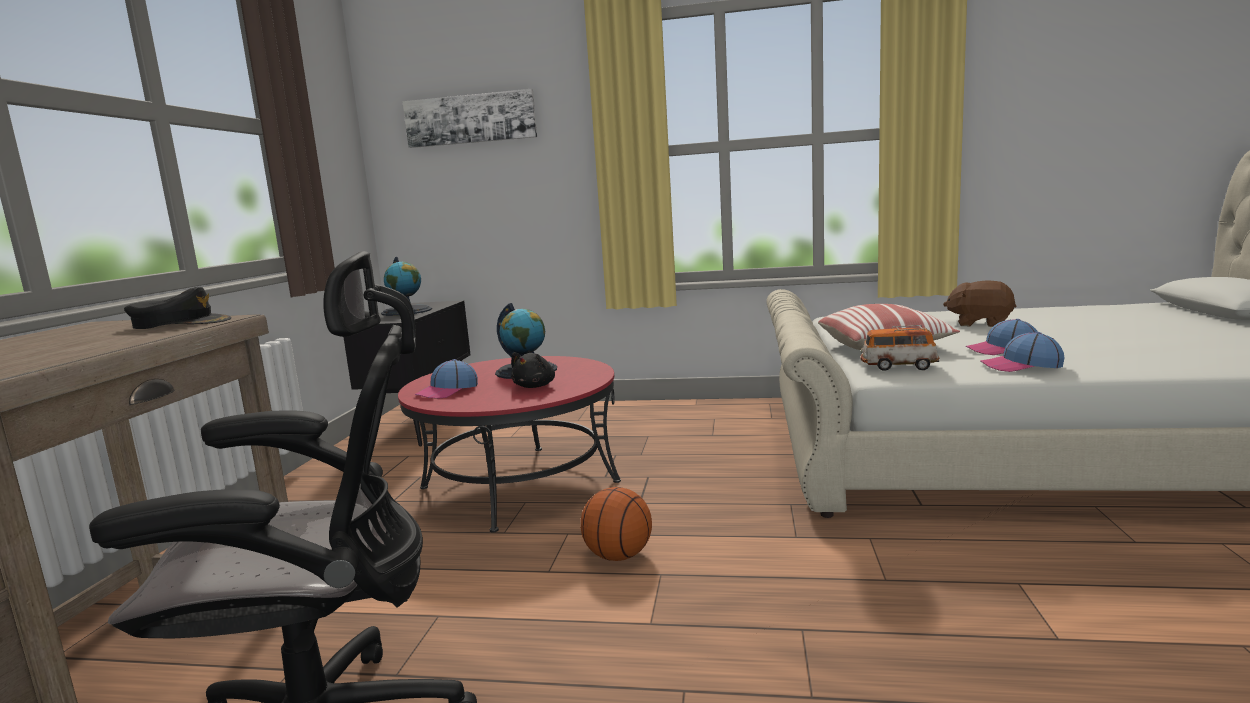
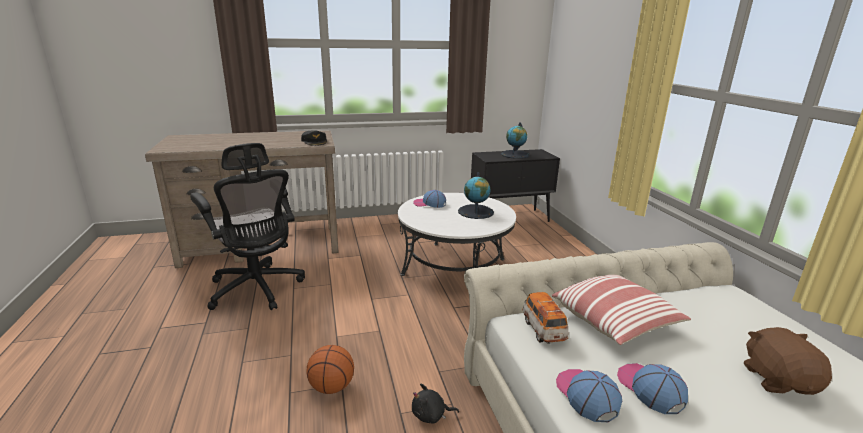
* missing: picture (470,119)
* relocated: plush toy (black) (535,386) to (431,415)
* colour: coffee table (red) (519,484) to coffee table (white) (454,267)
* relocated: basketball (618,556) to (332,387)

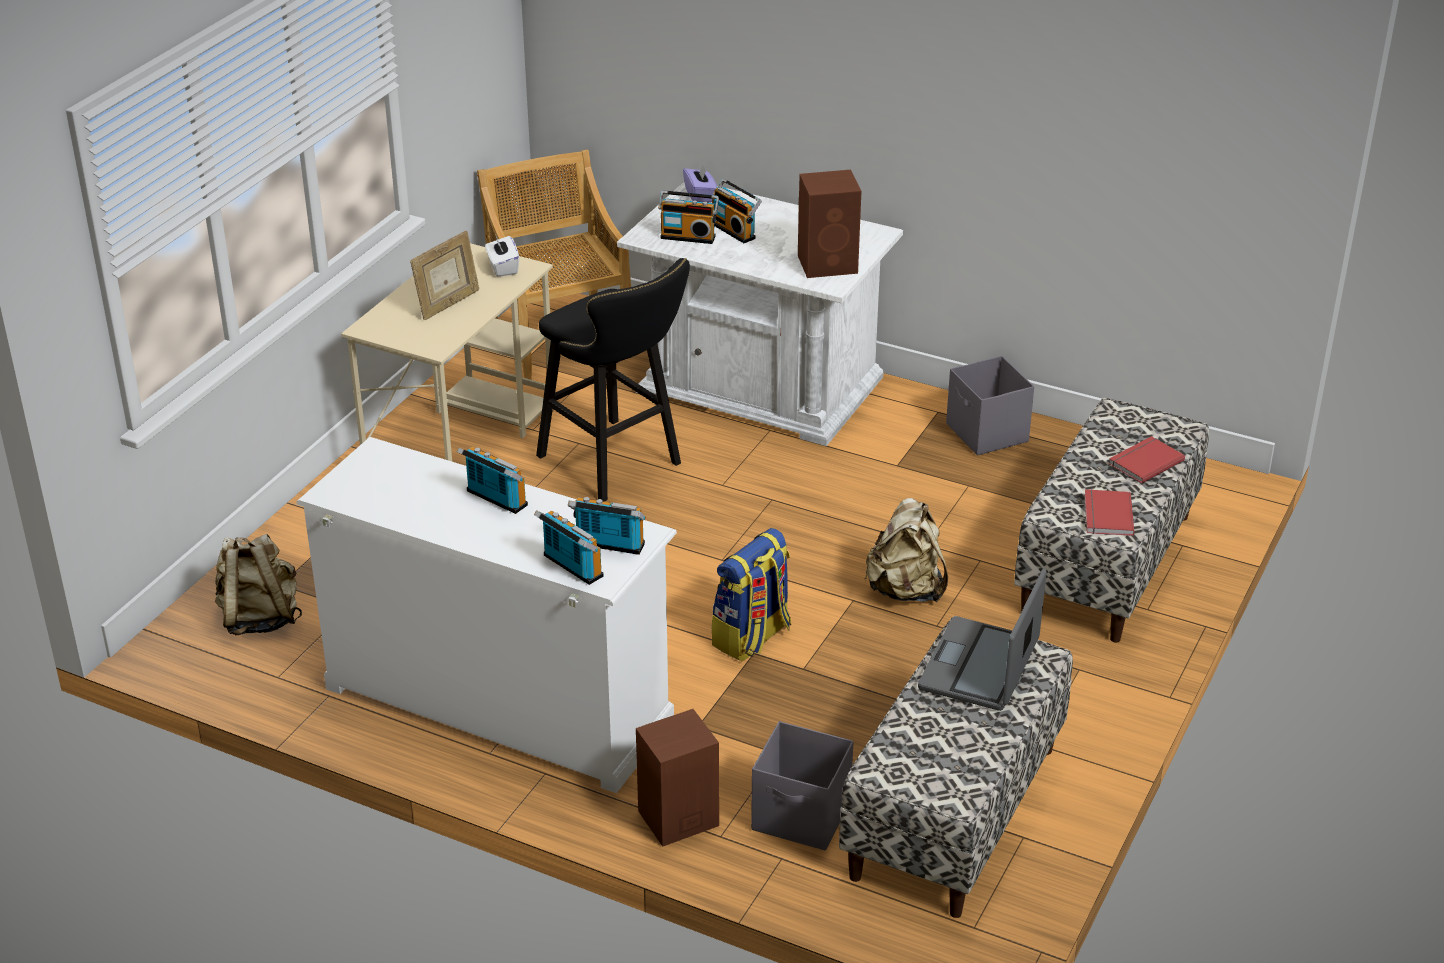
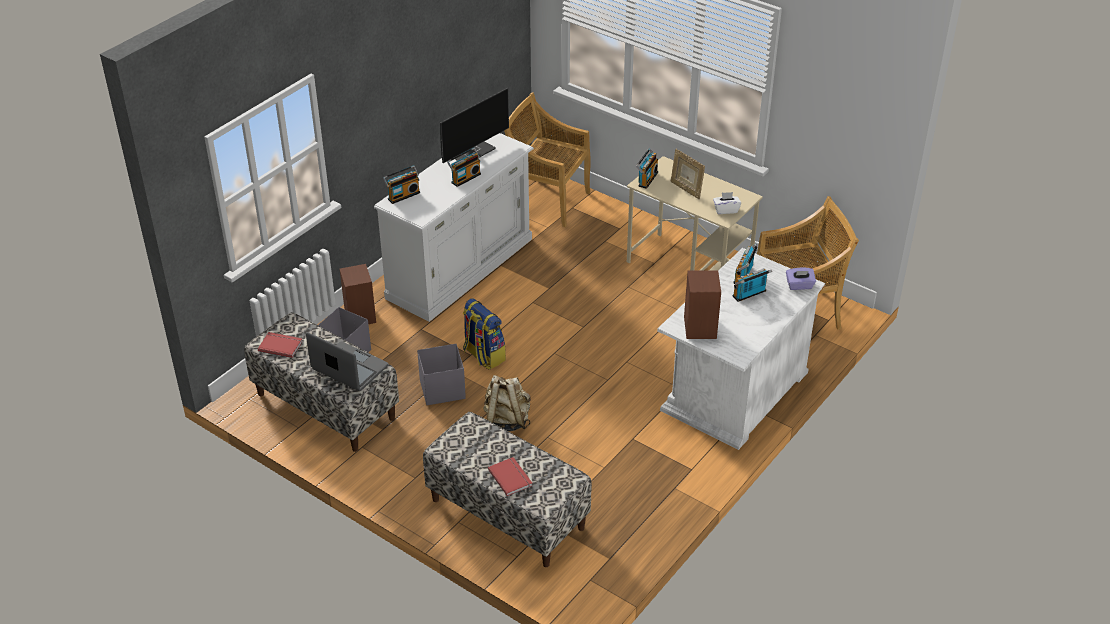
* missing: stool (black) (618,467)
* relocated: storage box (grey) (987,434) to (441,389)
* relocated: book (red) (1106,515) to (280,345)
* relocated: radio (608,546) to (646,179)
* exchanged: backpack (beige) (259,618) to chair (beige) (547,201)
* appeared: monitor (472,152)

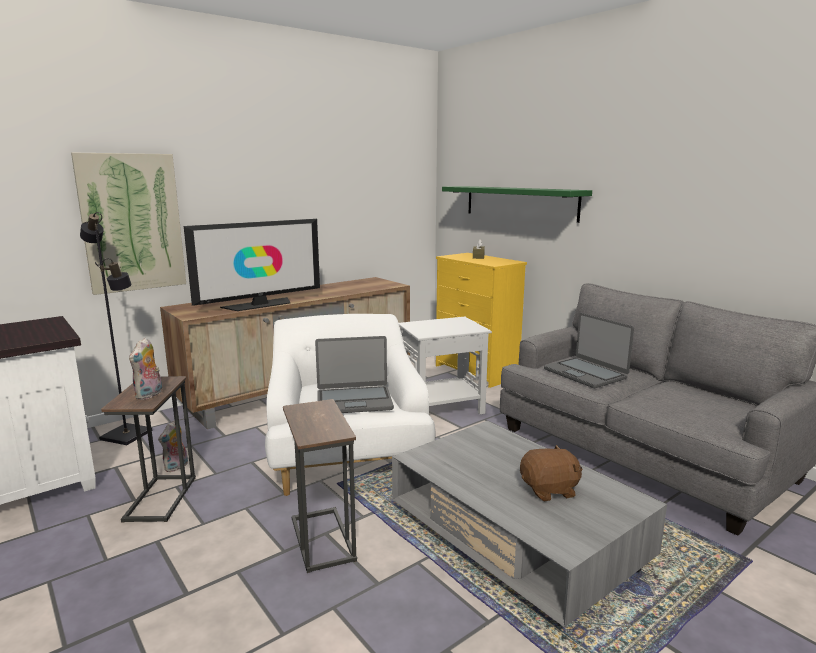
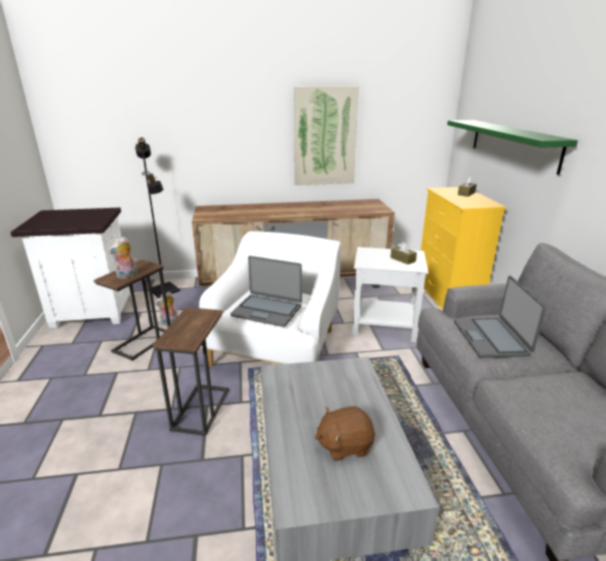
* relocated: picture (132,223) to (325,137)
* missing: television (260,305)
* spun: plush toy (brown) (549,490) = (344,445) 150 degrees clockwise
* appeared: tissue box (brown) (402,259)

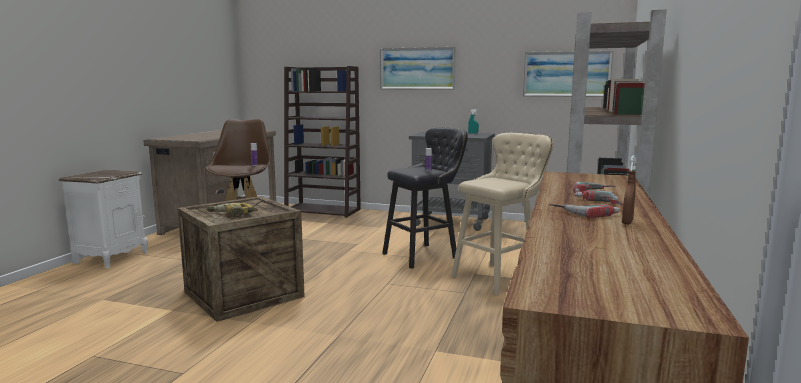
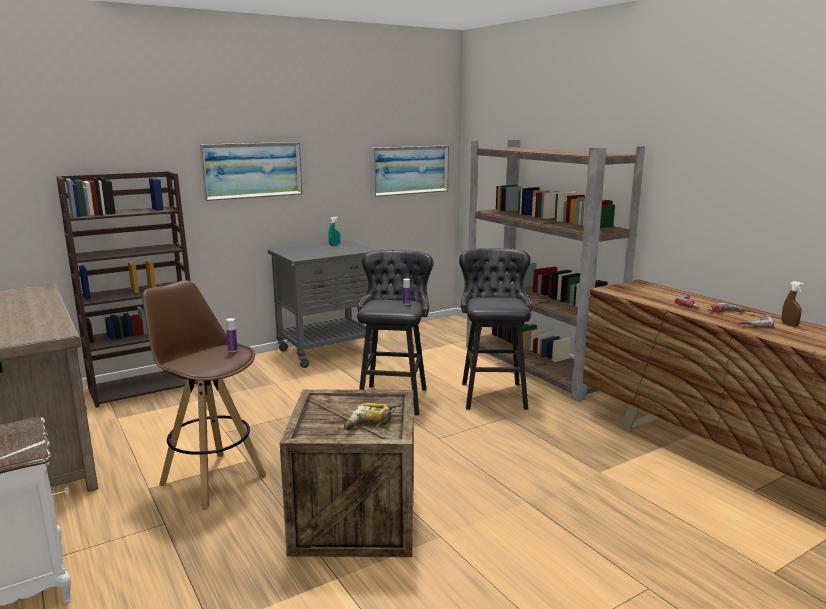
* colour: stool (beige) (501,276) to stool (black) (492,391)

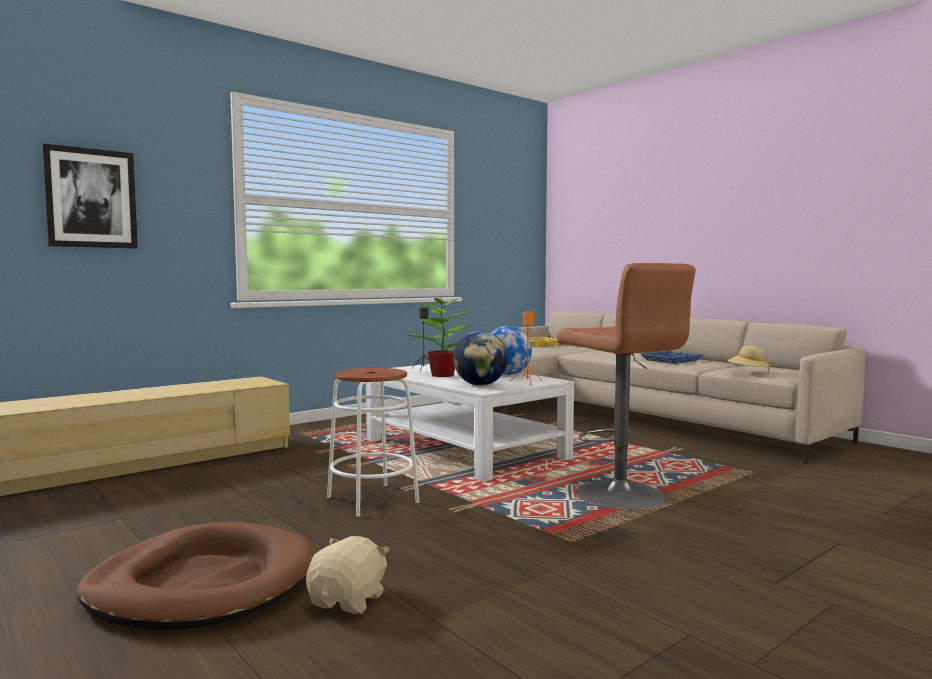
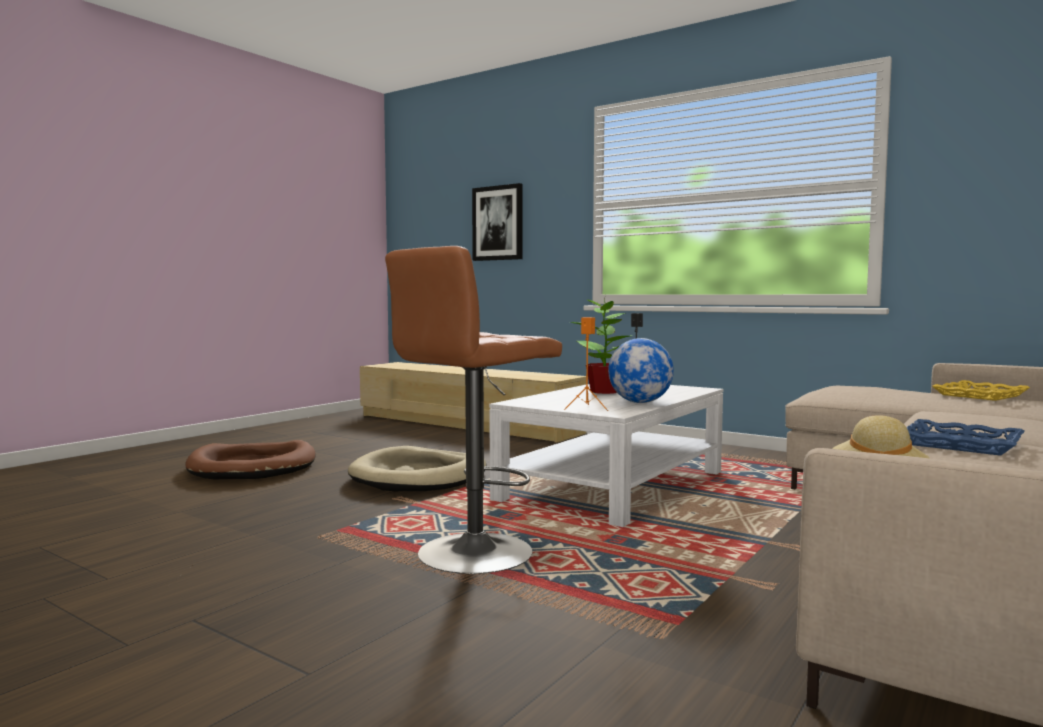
* missing: globe (480,385)
* exchanged: stool (white) (372,499) to dog bed (beige) (419,476)
* missing: plush toy (beige) (349,601)

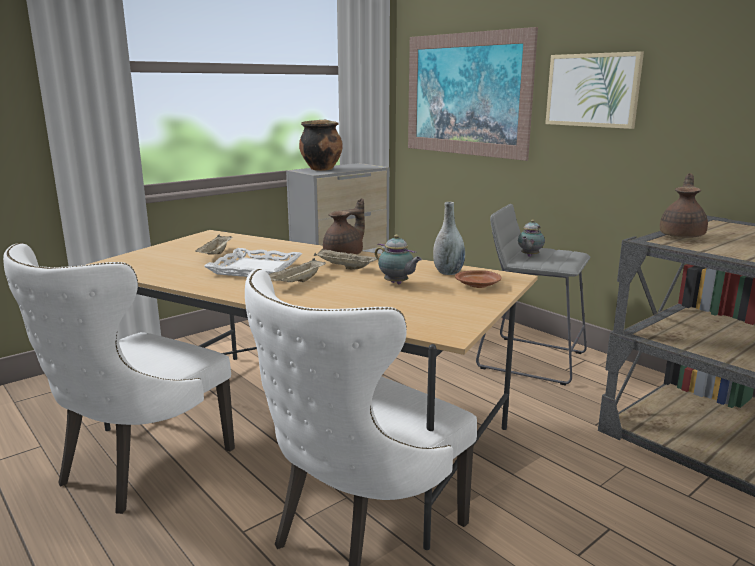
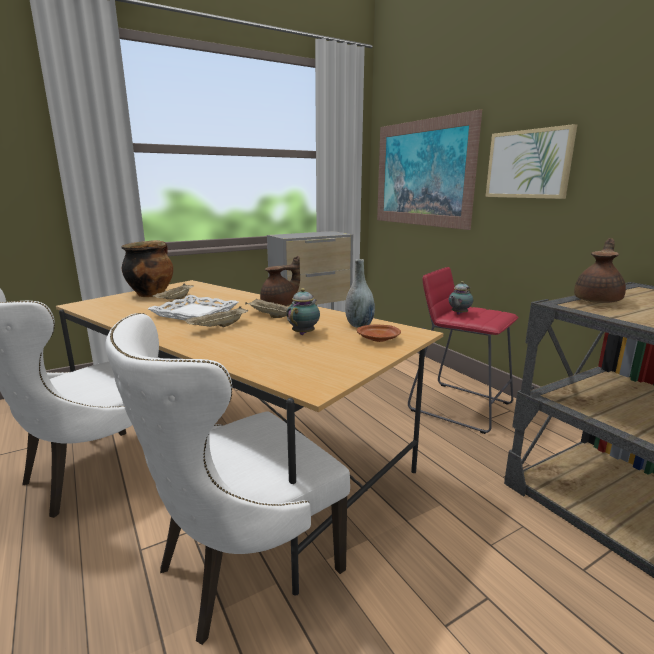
* relocated: cooking pot (321,169) to (151,294)
* colour: stool (grey) (531,360) to stool (red) (460,406)
* spun: teapot (397,284) = (304,333) 120 degrees counterclockwise

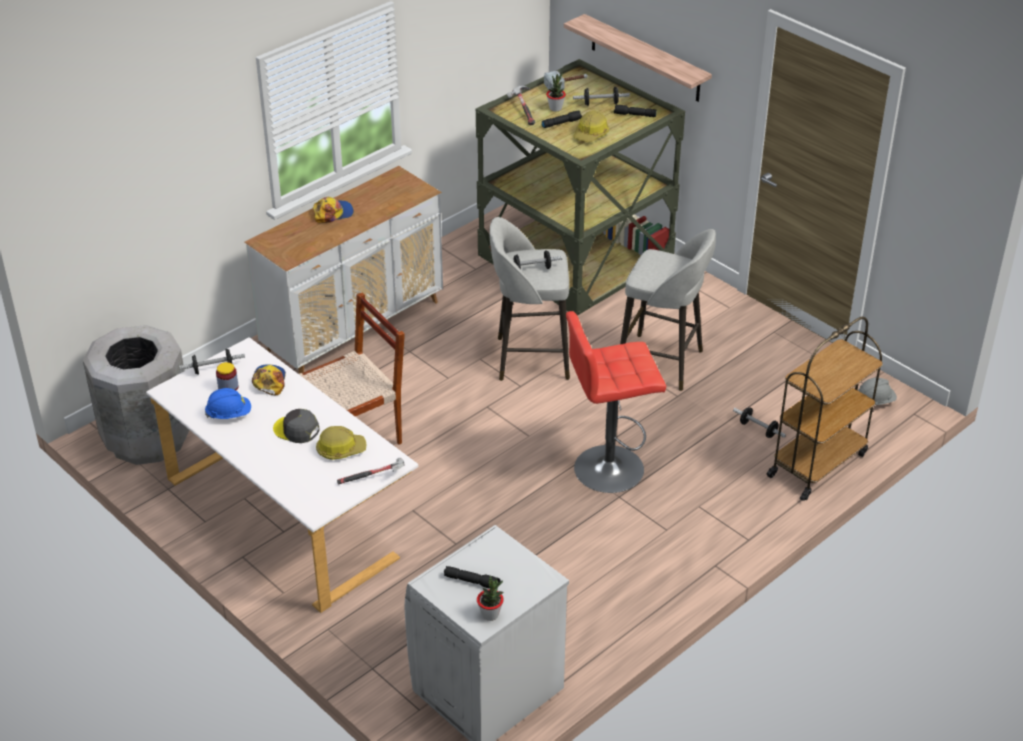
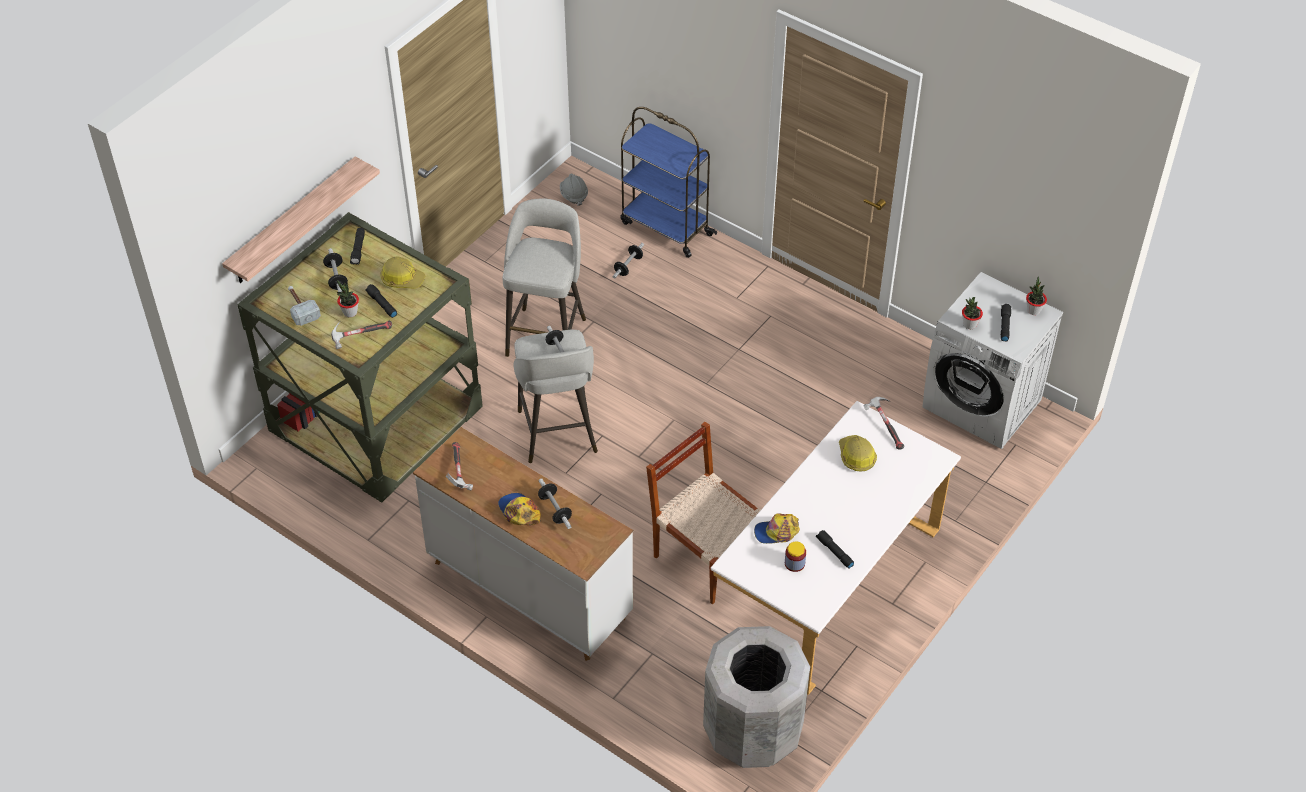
* missing: stool (red) (608,468)
* colour: cart (brown) (818,465) to cart (blue) (665,228)
* relocated: dumbbell (213,369) to (555,509)
* exchanged: hard hat (blue) (229,414) to flashlight (black) (834,552)
* missing: cap (grey) (296,430)
* appeared: potted plant (969,324)
* appeared: hammer (458,472)

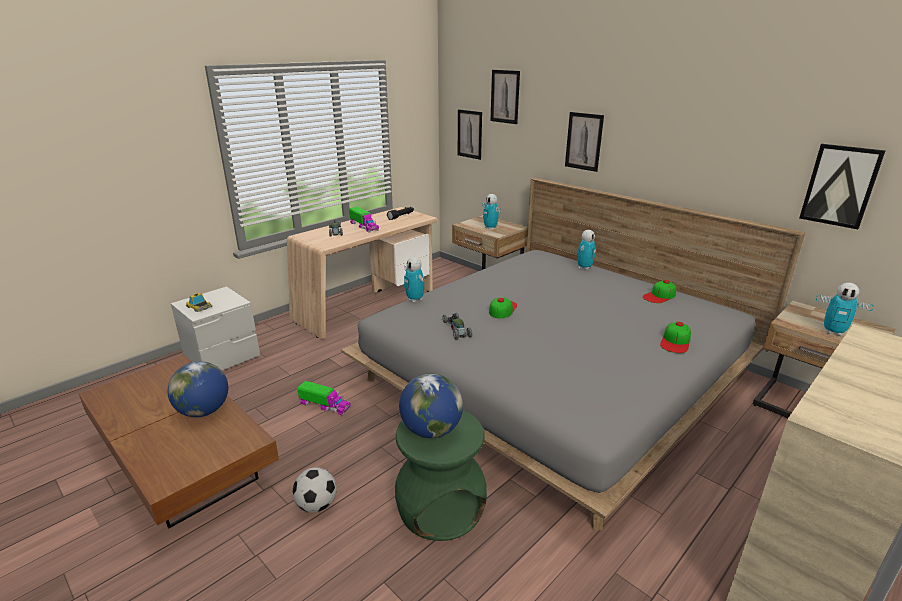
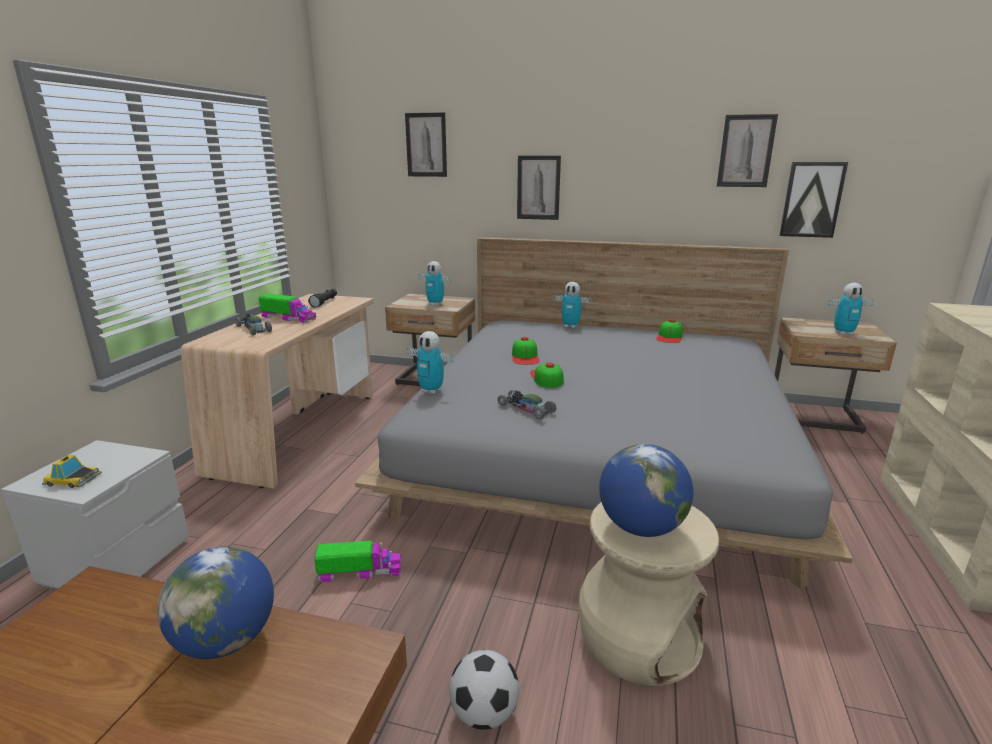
* relocated: picture (469,134) to (746,151)
* spun: toy robot (584,268) = (570,326) 105 degrees clockwise
* relocated: cap (675,341) to (525,357)
* colour: stool (green) (441,507) to stool (beige) (638,637)

